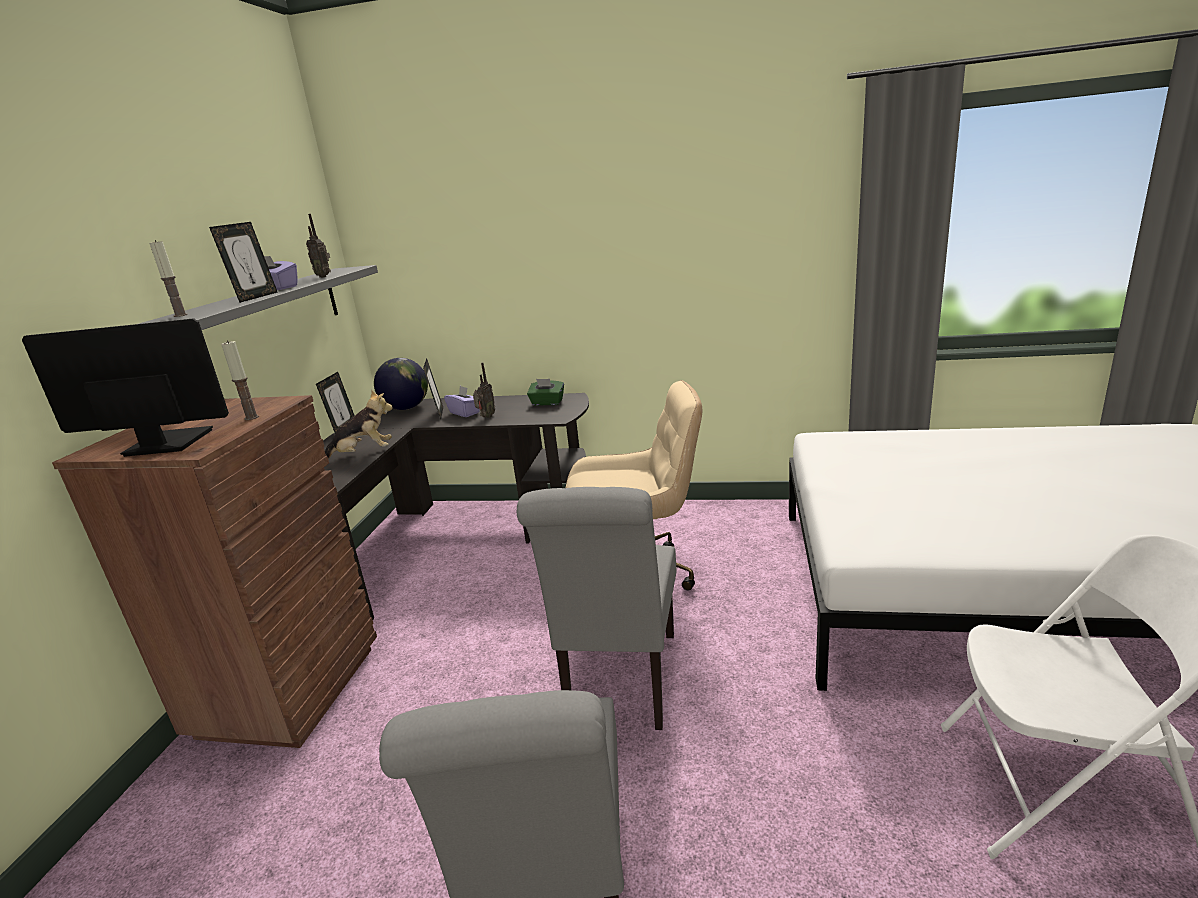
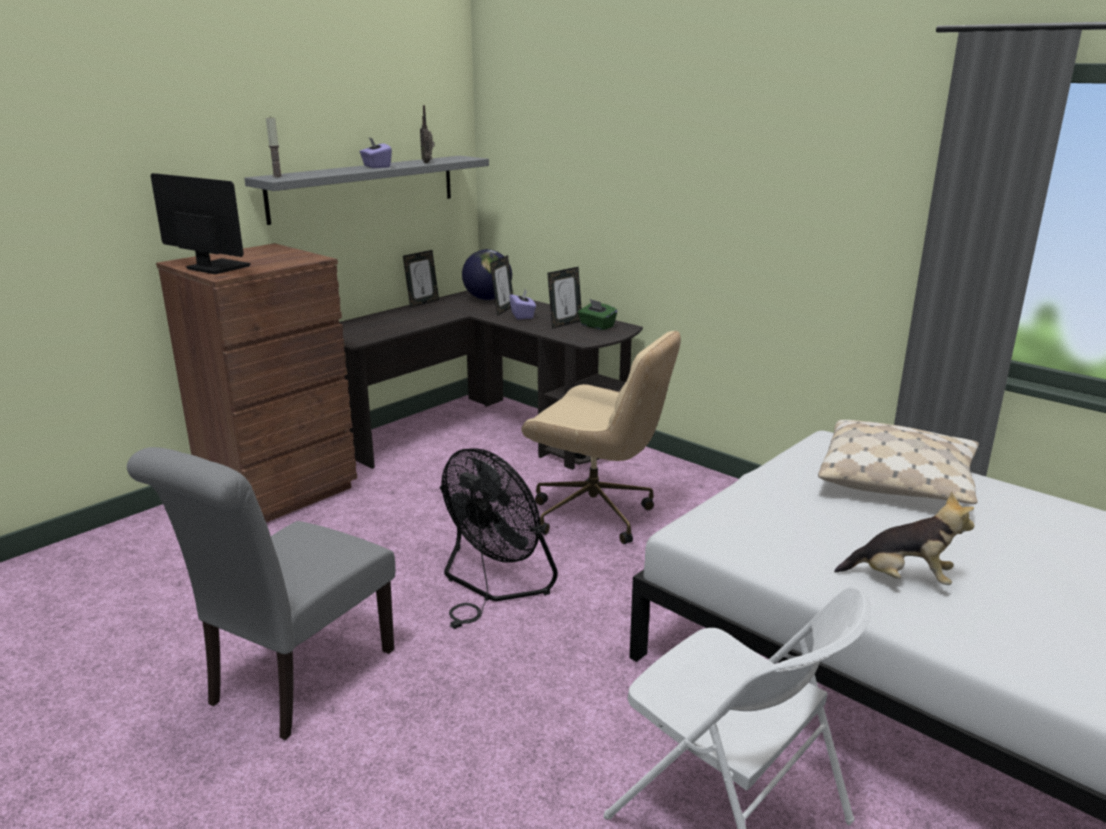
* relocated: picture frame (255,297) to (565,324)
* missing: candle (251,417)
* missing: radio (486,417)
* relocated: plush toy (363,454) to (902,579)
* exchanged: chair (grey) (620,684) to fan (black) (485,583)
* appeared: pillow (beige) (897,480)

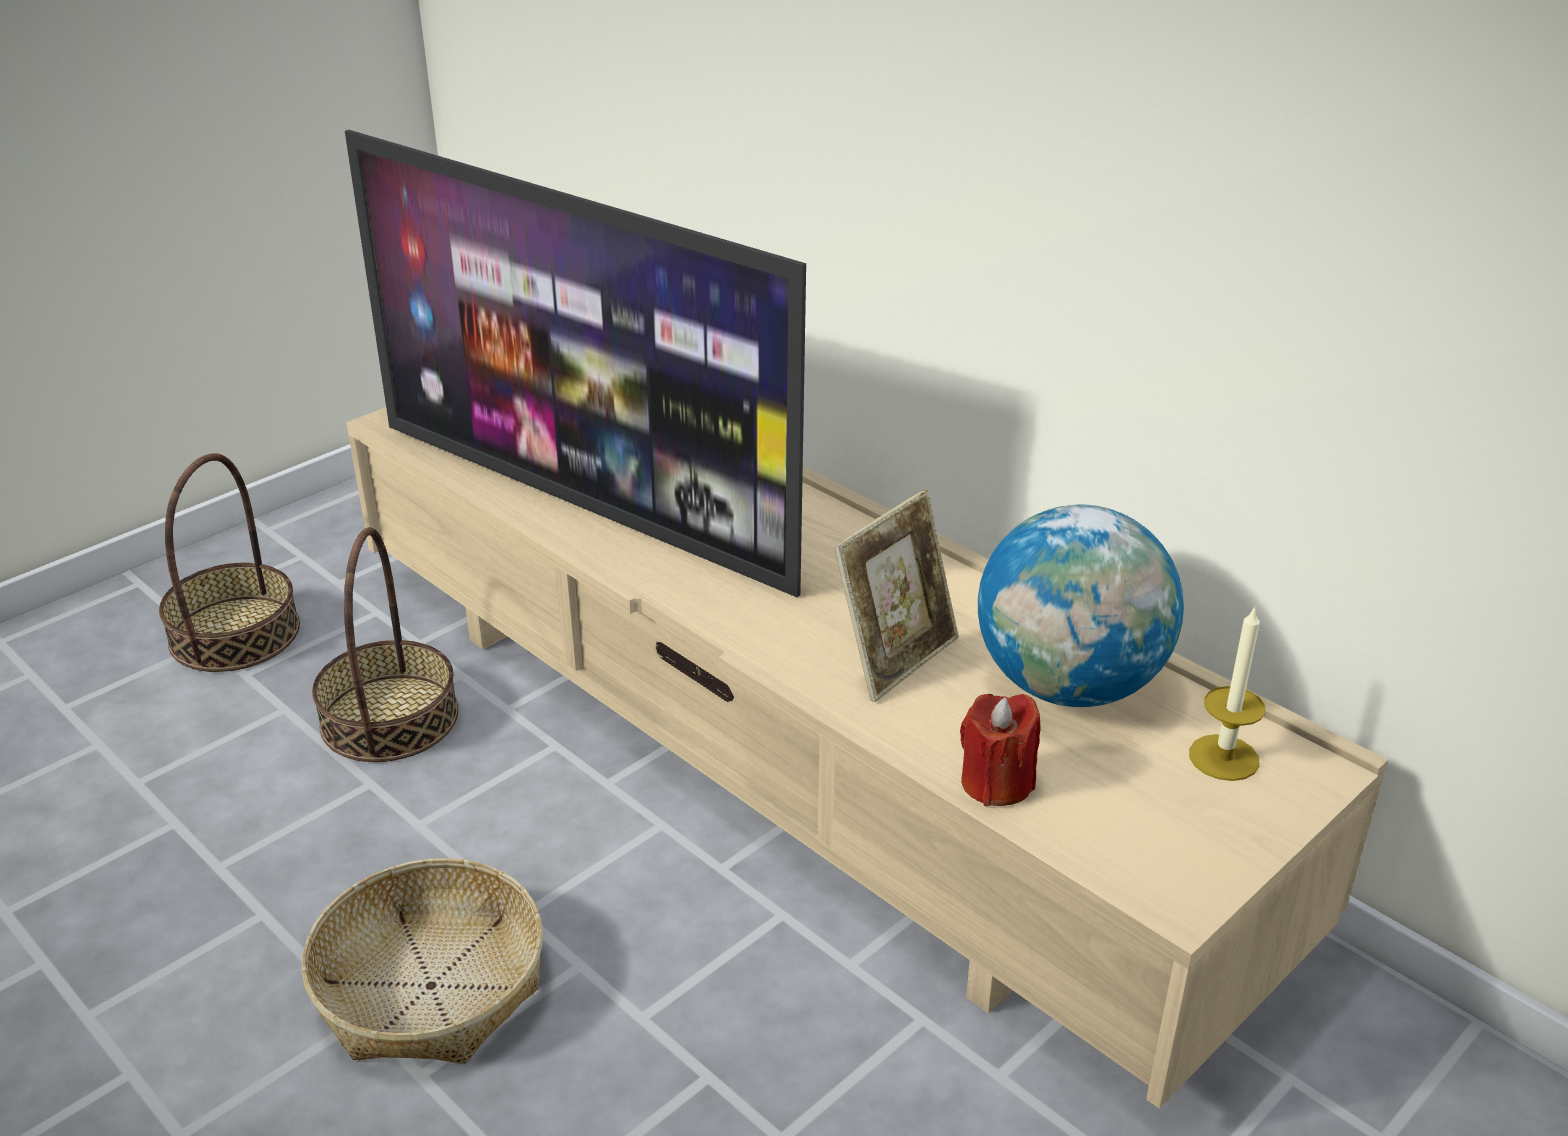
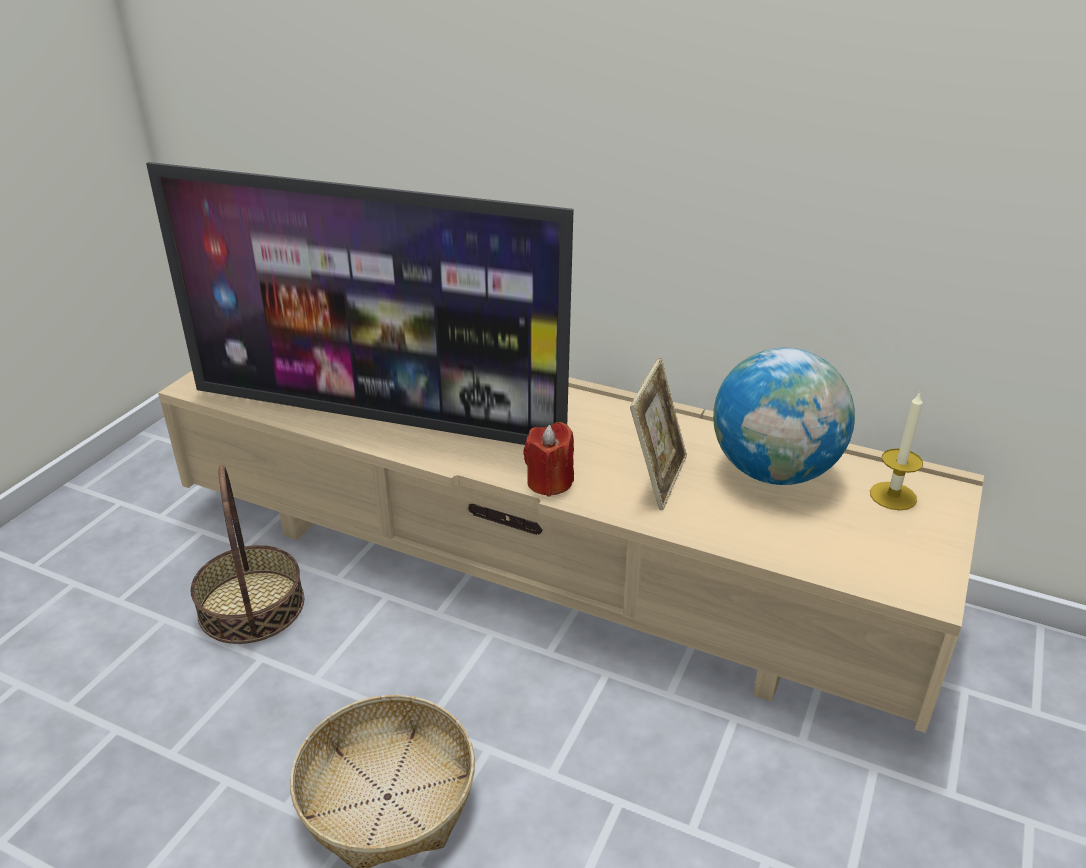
* missing: basket (234,634)
* relocated: candle (red) (996,783) to (549,482)

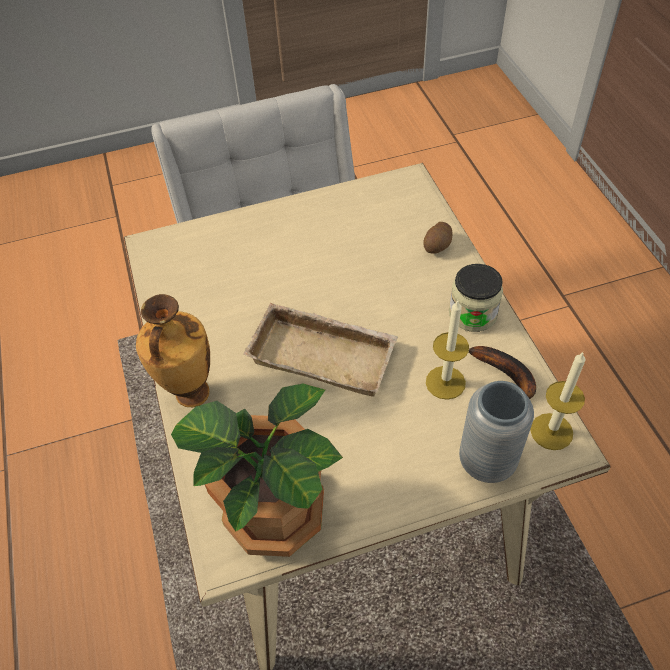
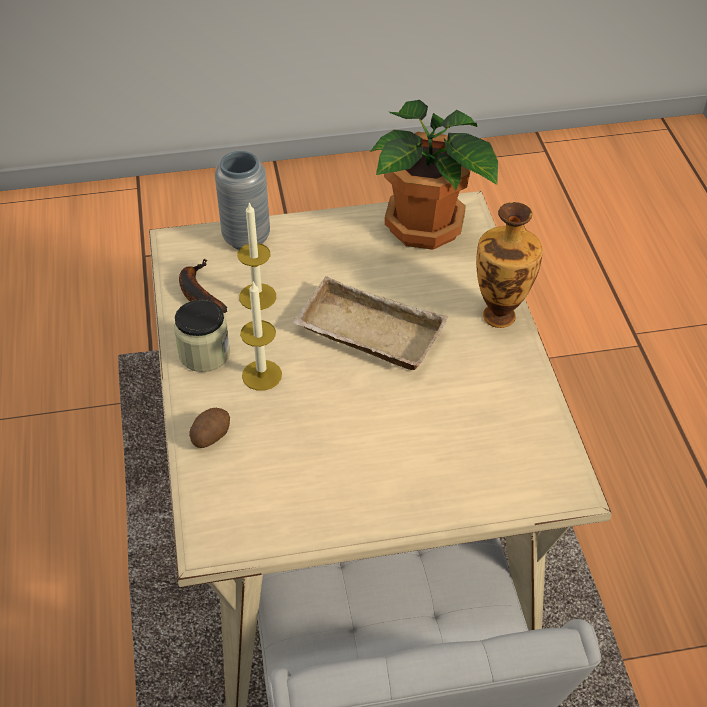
* relocated: candle (551,431) to (262,375)

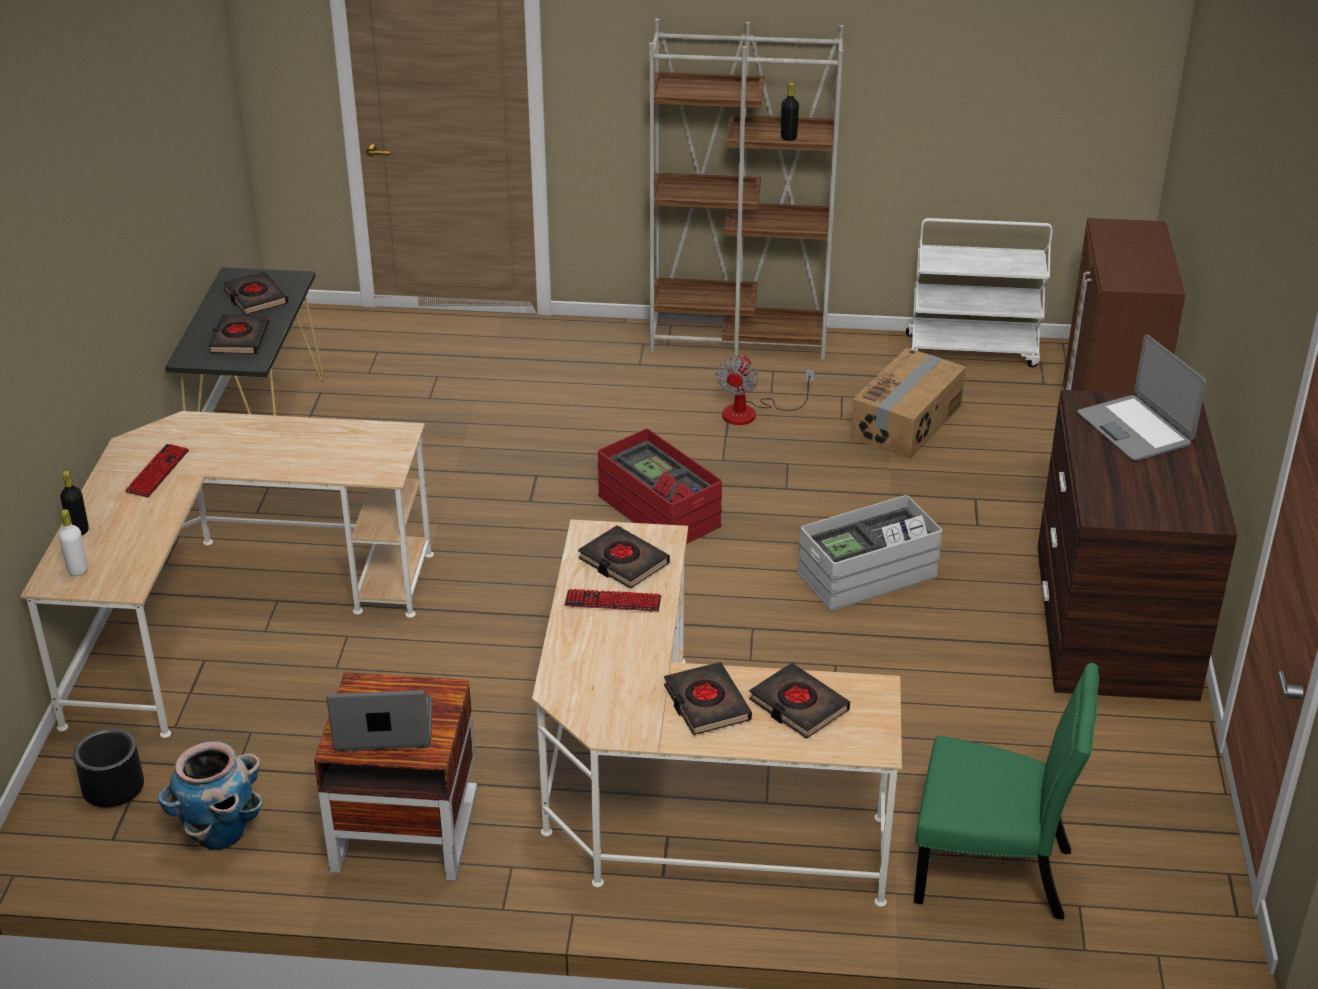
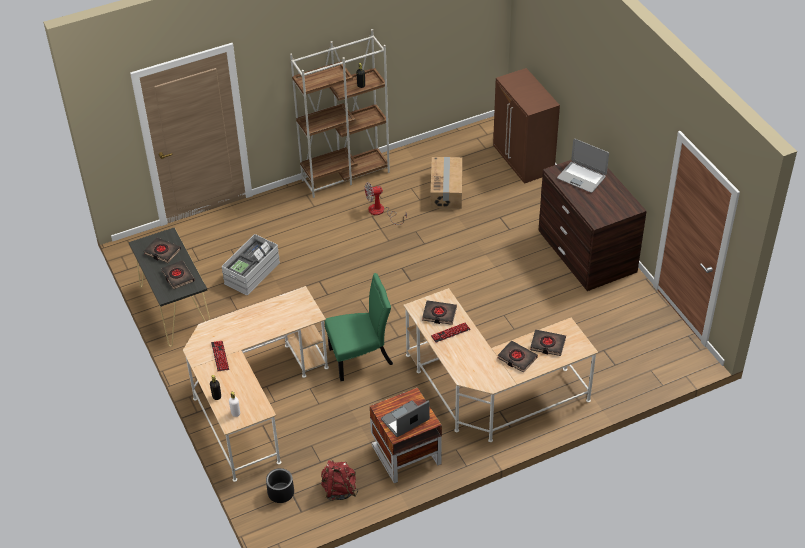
* missing: cart (white) (972,350)
* spun: fan (751,413) = (381,212) 90 degrees clockwise
* missing: storage box (red) (660,509)
* relocated: storage box (grey) (867,573) to (251,272)
* relocated: chair (green) (989,871) to (359,358)
* exchanged: planter (219,833) to backpack (red) (339,489)

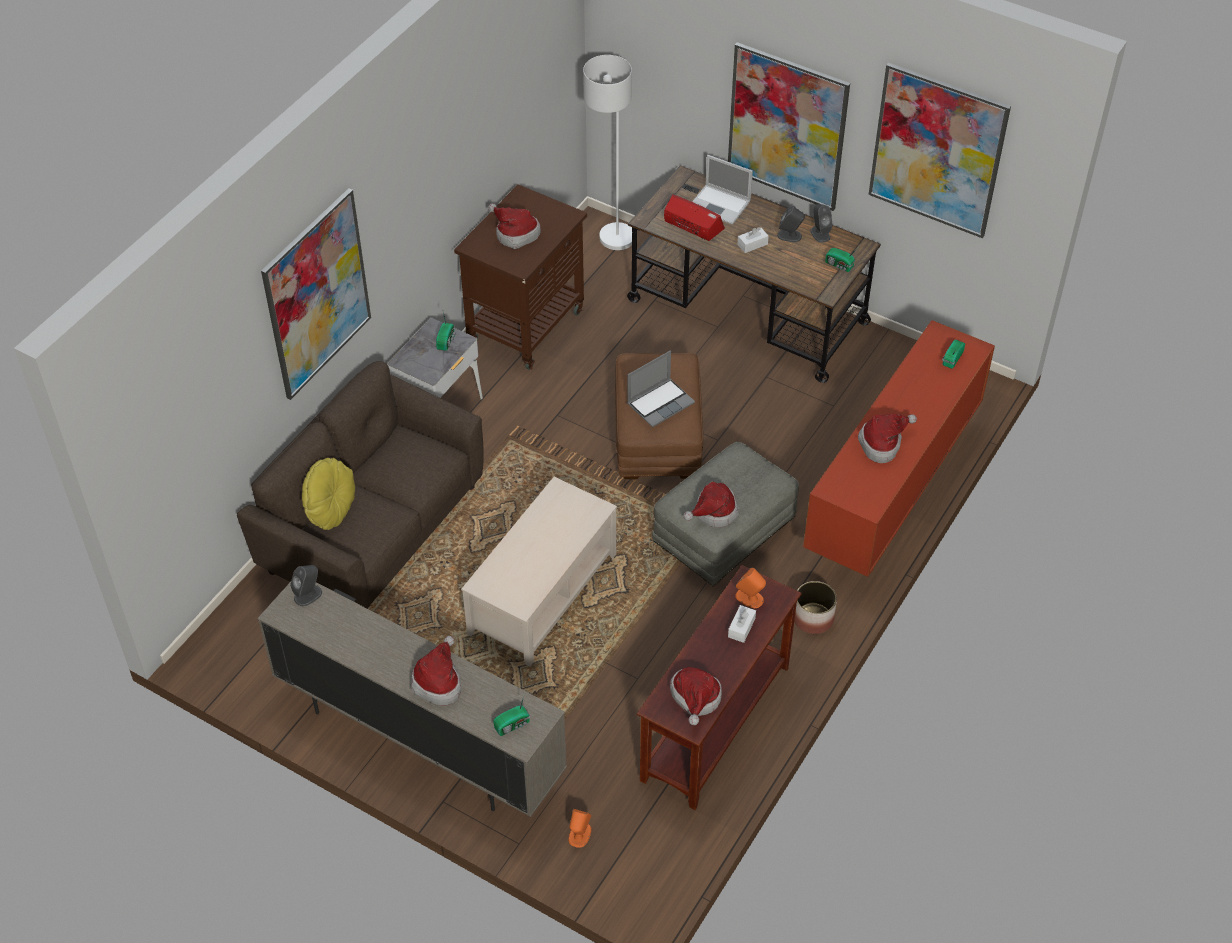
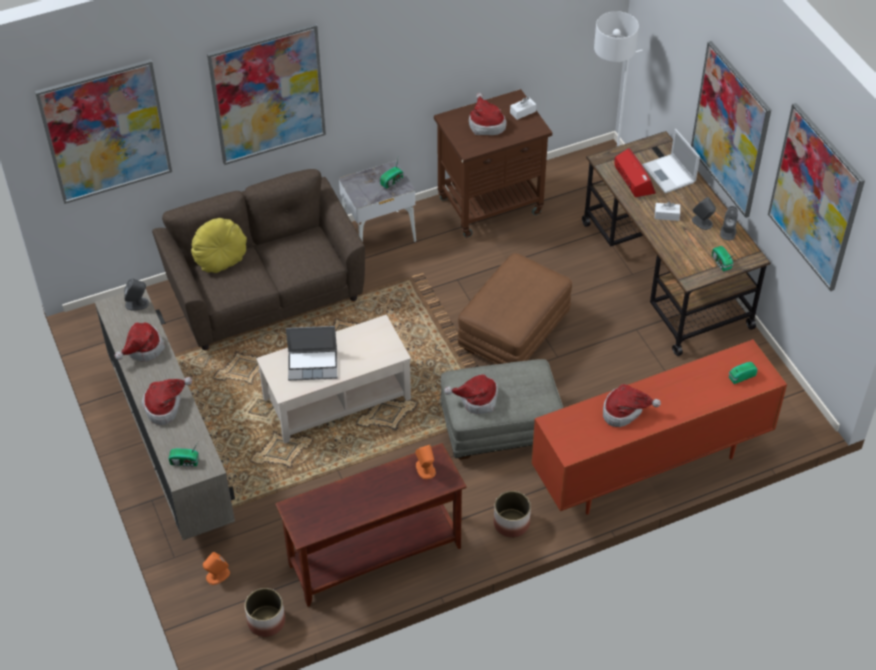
* relocated: laptop (660,403) to (313,365)
* relocated: tissue box (white) (741,628) to (522,112)
* relocated: hat (695,700) to (142,349)
* appeared: picture (106,132)
* appeared: planter (266,621)

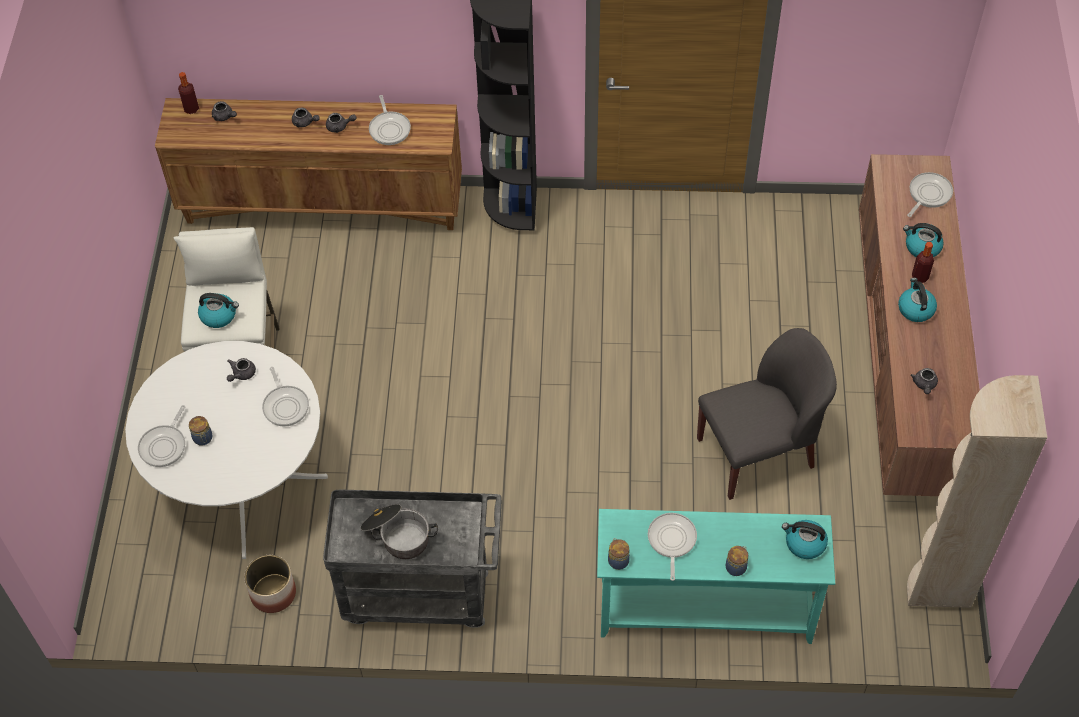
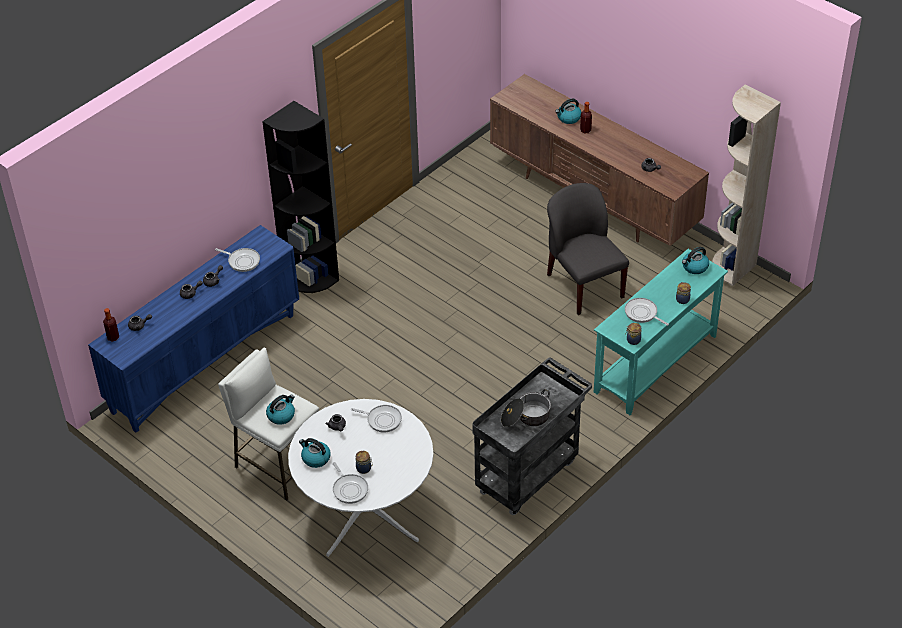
* colour: dresser (brown) (321,210) to dresser (blue) (205,364)
* missing: frying pan (928,194)
* relocated: kettle (915,309) to (315,458)
* spun: chair (grey) (758,452) = (584,285) 45 degrees counterclockwise
* missing: planter (273,593)

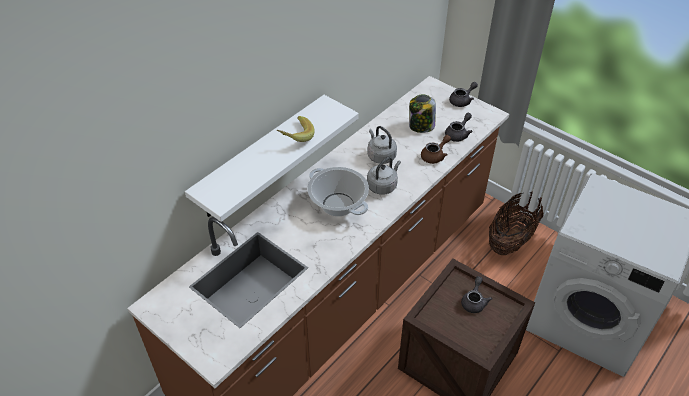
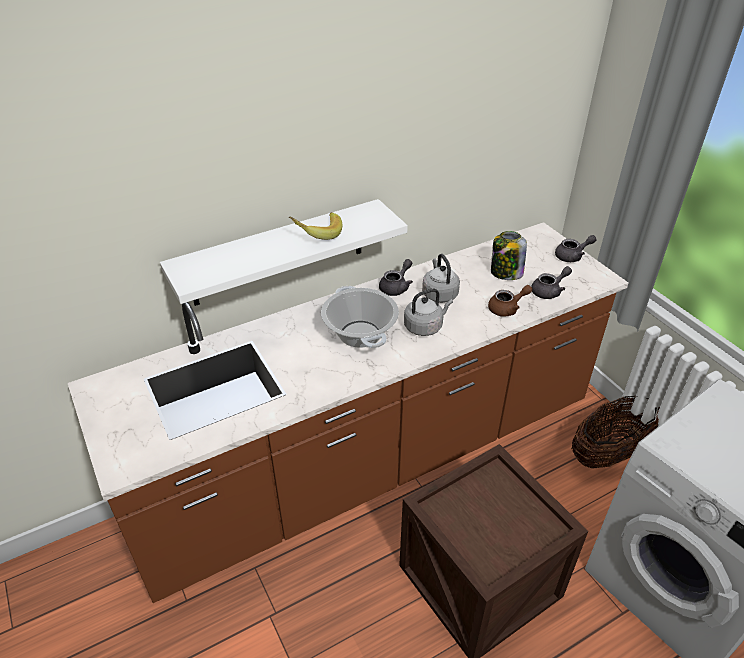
* relocated: teapot (grey) (474,301) to (396,287)

